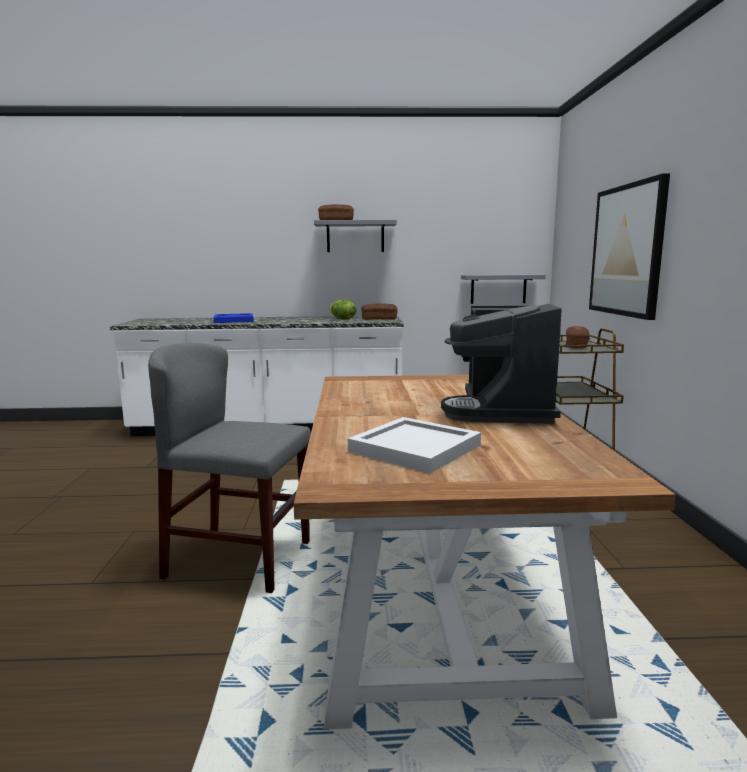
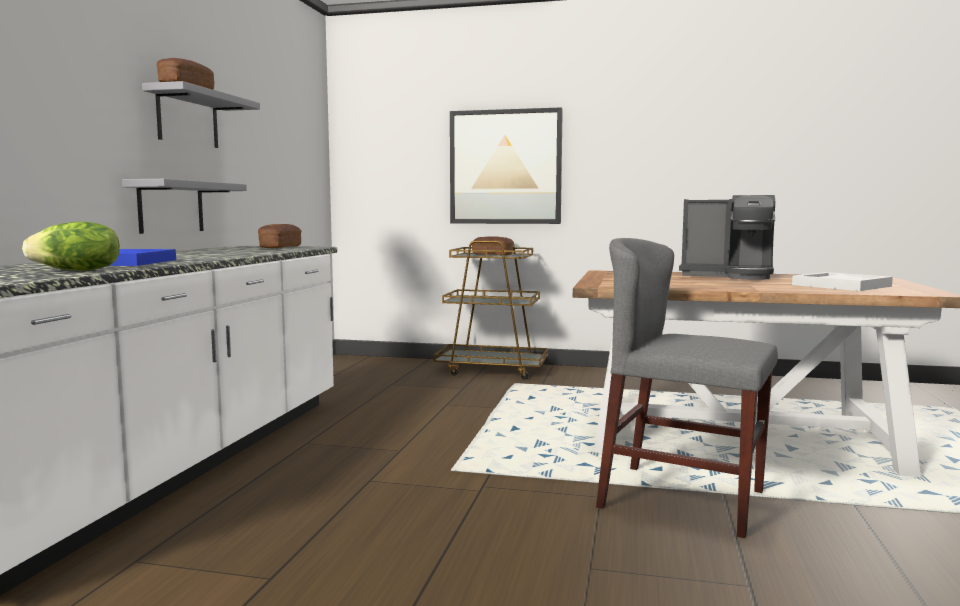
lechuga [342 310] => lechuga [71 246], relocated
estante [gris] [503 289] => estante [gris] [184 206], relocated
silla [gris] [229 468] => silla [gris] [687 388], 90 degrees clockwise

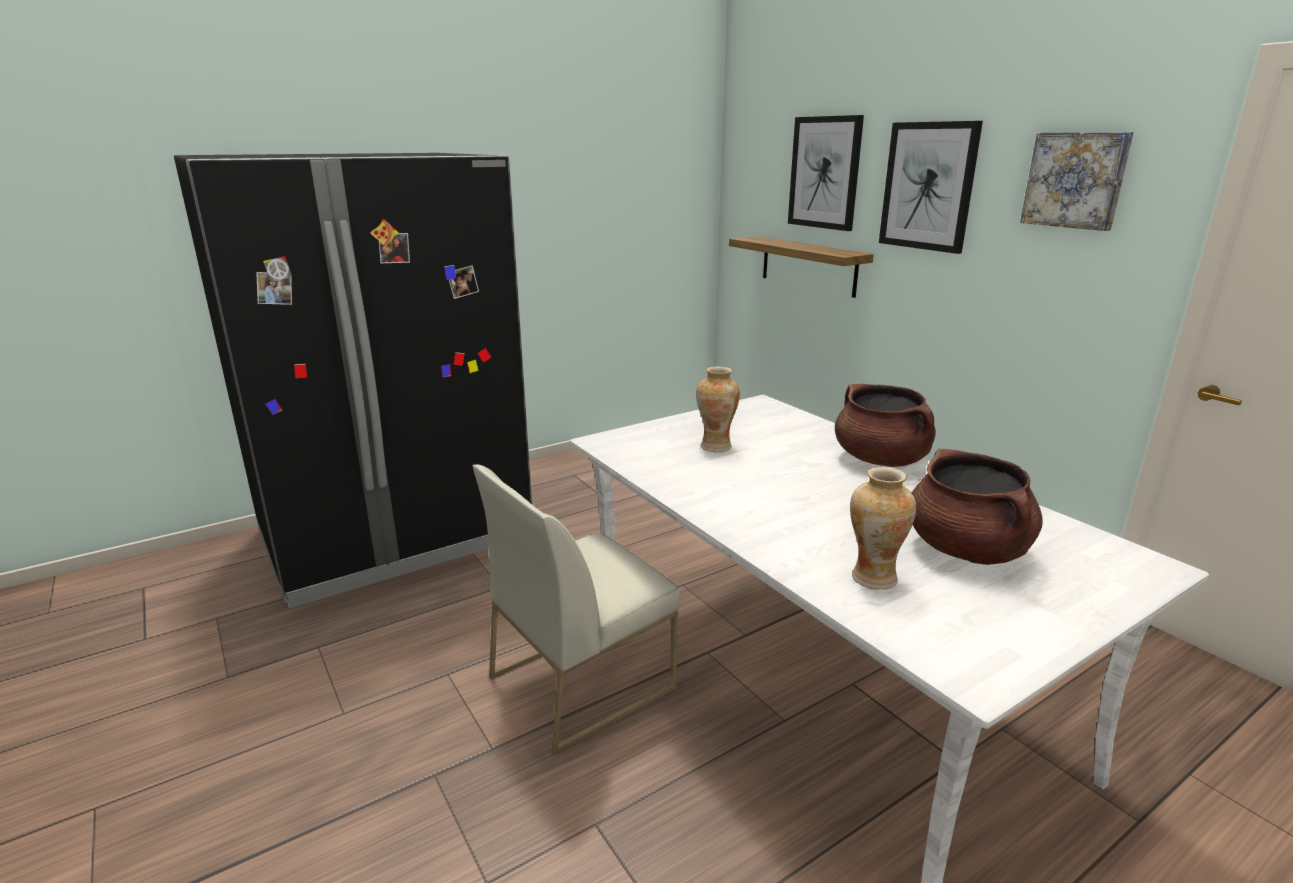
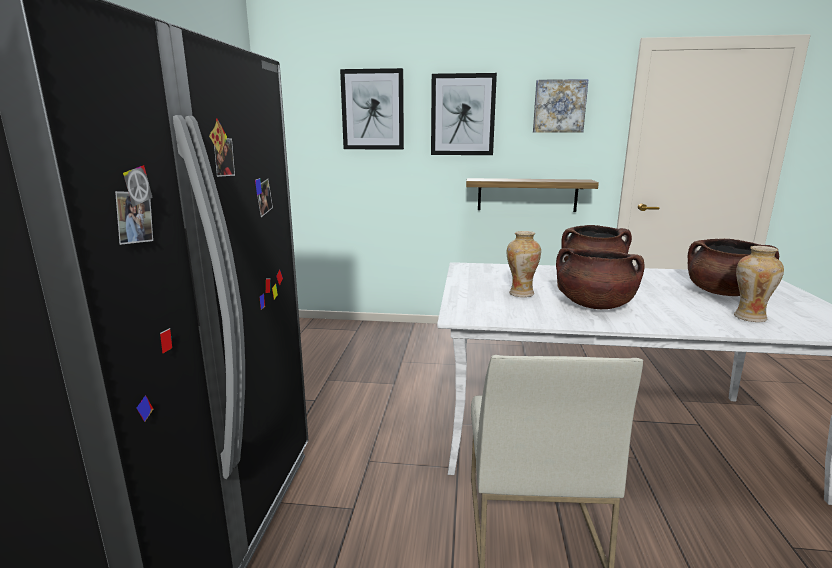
estante [801 267] => estante [532 195], relocated
nothing => olla [marrón] [600 278]

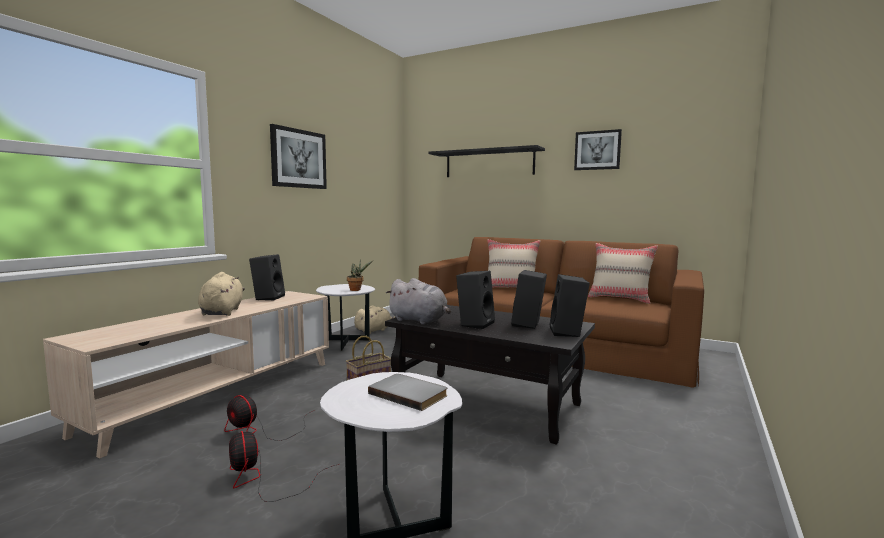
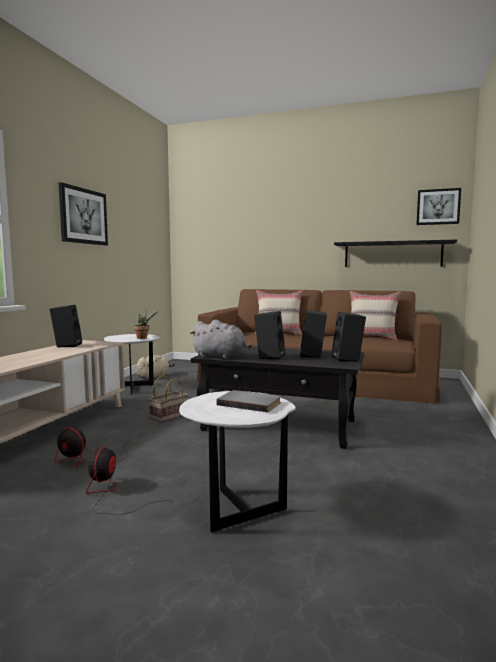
ventilador [284 466] => ventilador [122 481], 45 degrees clockwise
estante [negro] [487 161] => estante [negro] [395 253], relocated
cuadro [598 149] => cuadro [438 206], relocated
peluche [beis] [221 294] => nothing

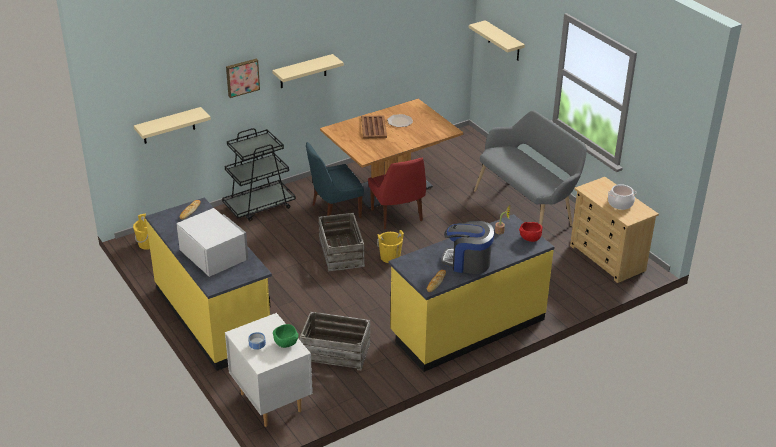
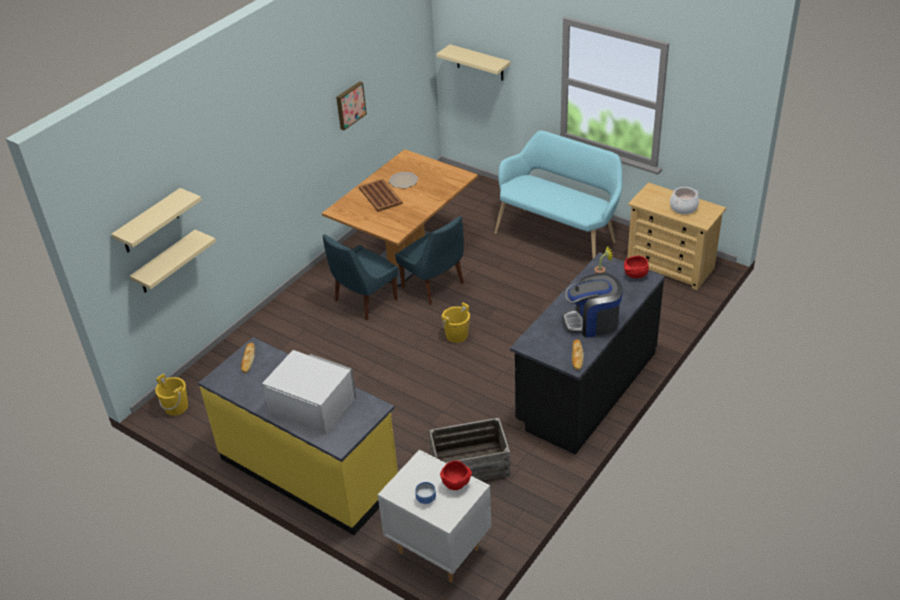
estante [beis] [308 71] => estante [beis] [156 220], relocated
cuadro [243 78] => cuadro [351 105], relocated
silla [rojo] [397 193] => silla [azul] [429 260]
cuenco [verde] [285 336] => cuenco [rojo] [456 475]
banco [gris] [530 168] => banco [turquesa] [558 194]
mueble bajo de cocina [amarillo] [471 293] => mueble bajo de cocina [negro] [587 353]
carrito [negro] [259 174] => nothing
caja de embalaje [342 242] => nothing

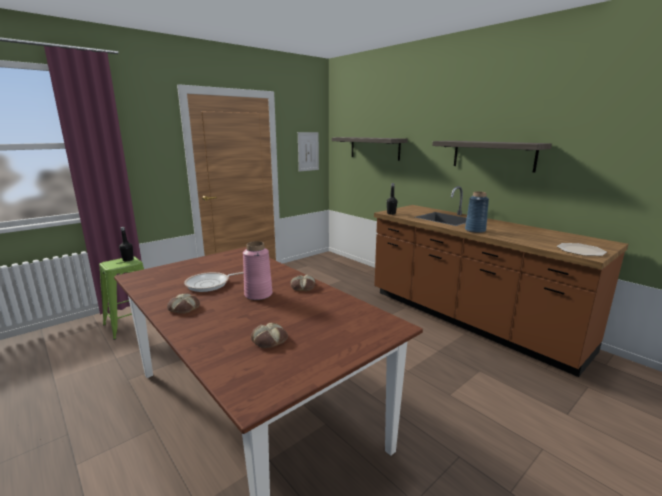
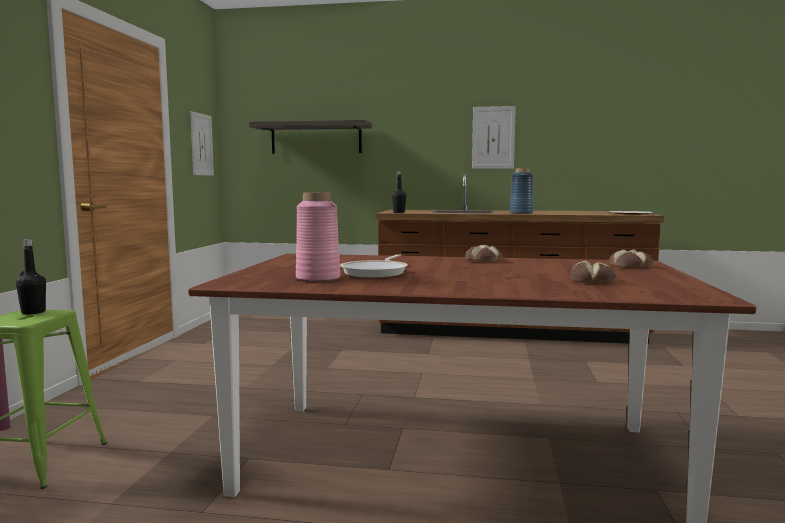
florero [rosa] [257 270] => florero [rosa] [318 237], relocated
estante [492 157] => cuadro [494 137]
pan [183 303] => pan [631 258], relocated

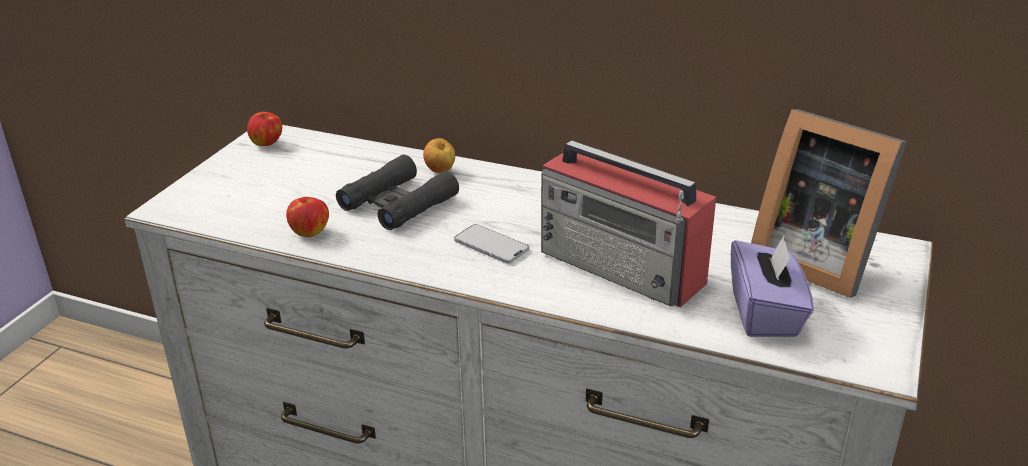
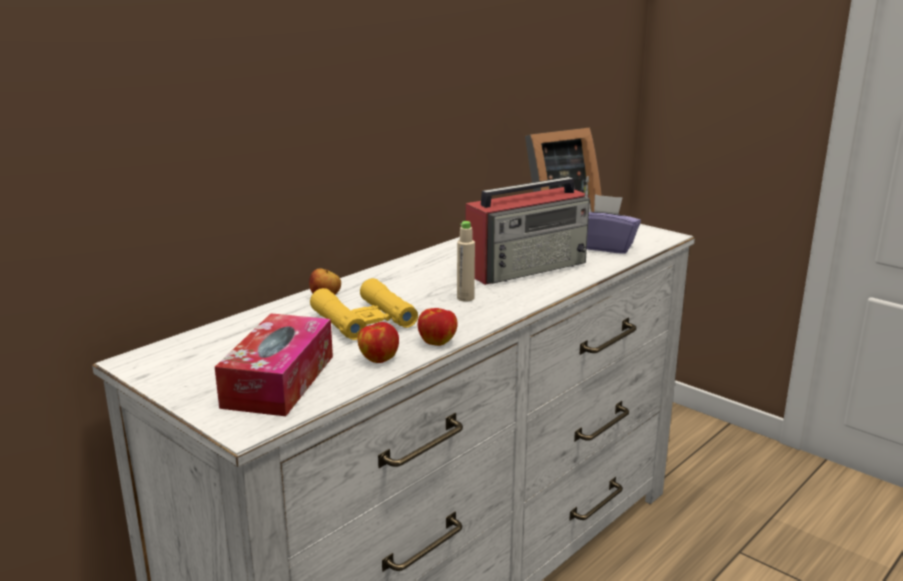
nothing => caja de pañuelos [274 364]
prismáticos [negro] [397 192] => prismáticos [amarillo] [364 309]
manzana [264 129] => manzana [438 327], relocated
móvil [491 244] => botella [beis] [466 261]

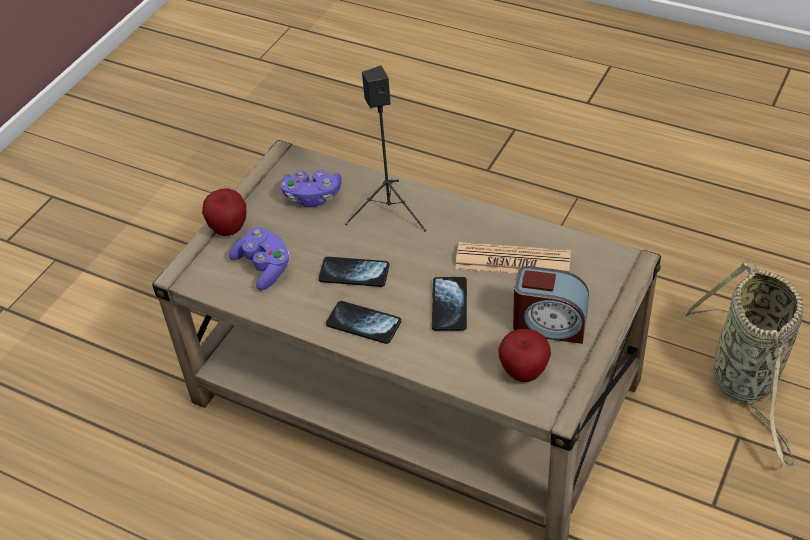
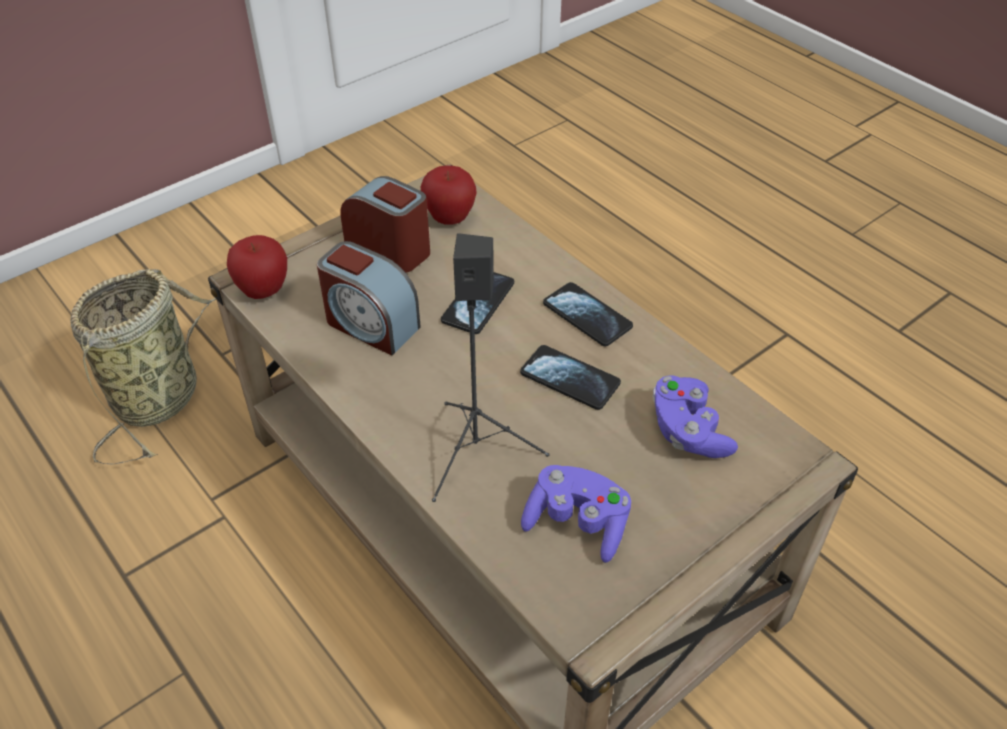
manzana [224 212] => manzana [257 267], relocated
periódico [513 258] => despertador [369 298]

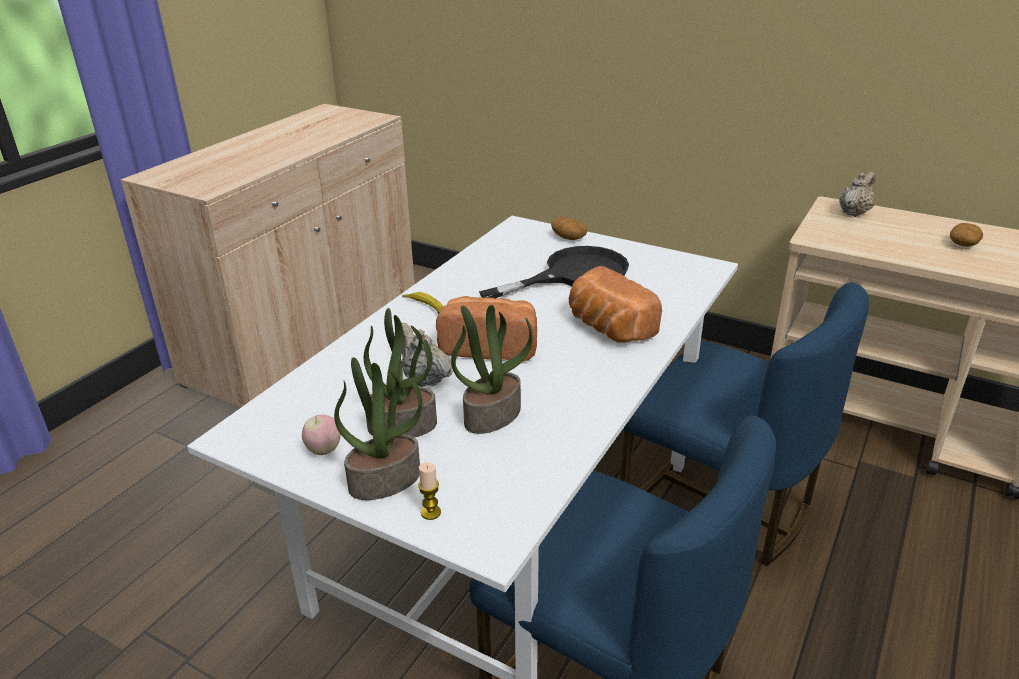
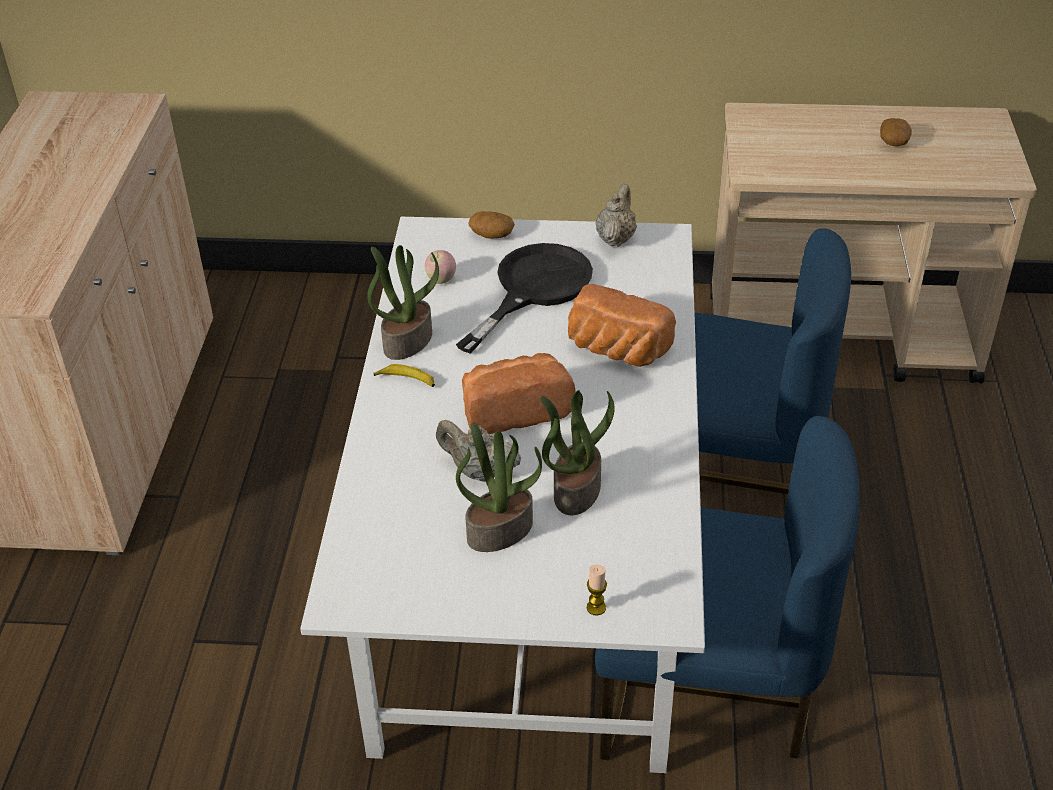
planta en maceta [378 428] => planta en maceta [403 302], relocated
manzana [321 435] => manzana [440 267], relocated
tetera [beis] [857 194] => tetera [beis] [616 215], relocated

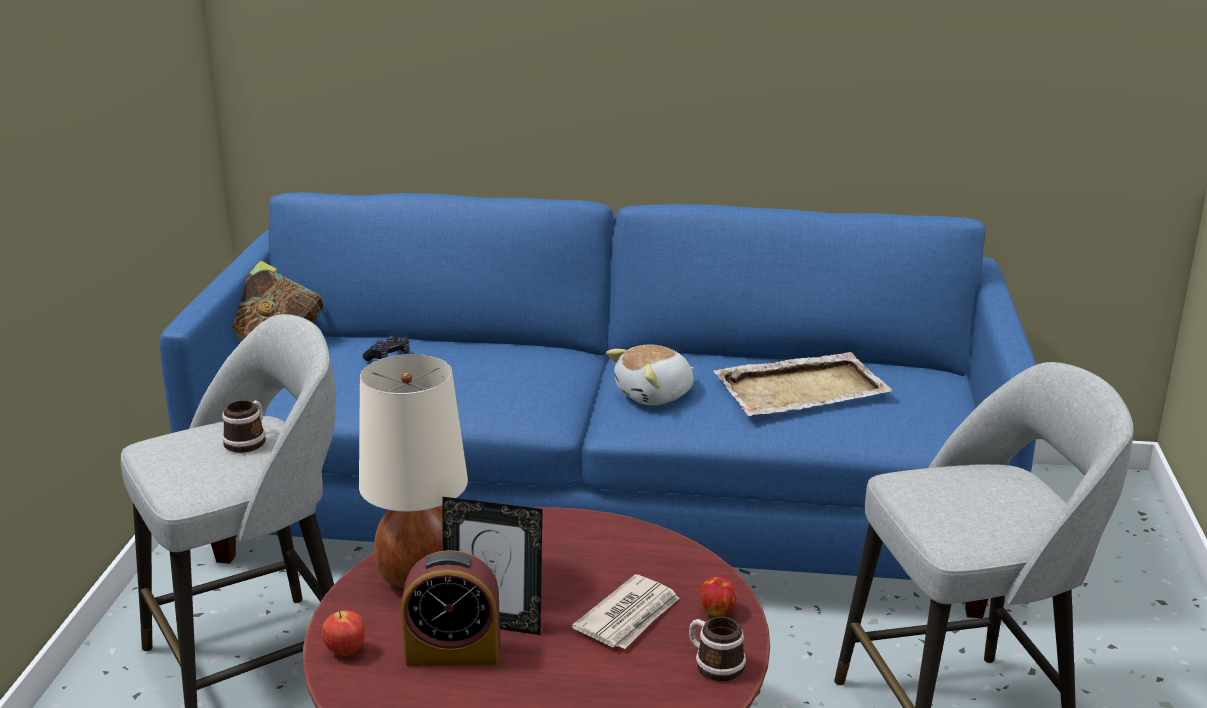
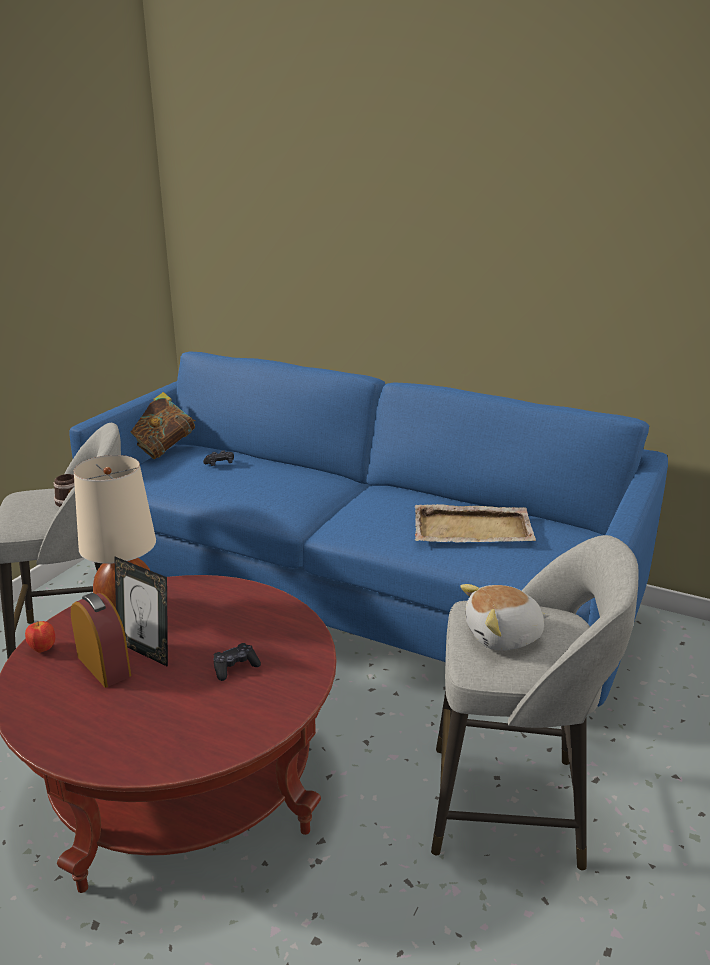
despertador [451 608] => despertador [101 640], 150 degrees counterclockwise
periódico [626 611] => mando de consola [negro] [237 662]
peluche [650 374] => peluche [504 617], relocated
taza grande [717 649] => nothing
manzana [718 596] => nothing

